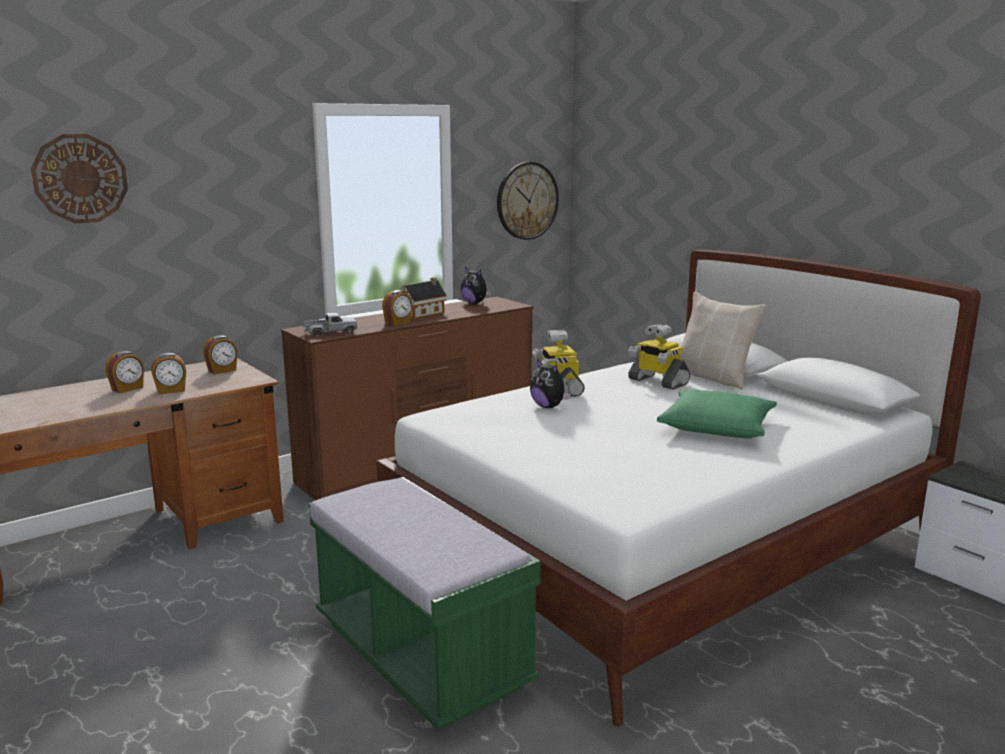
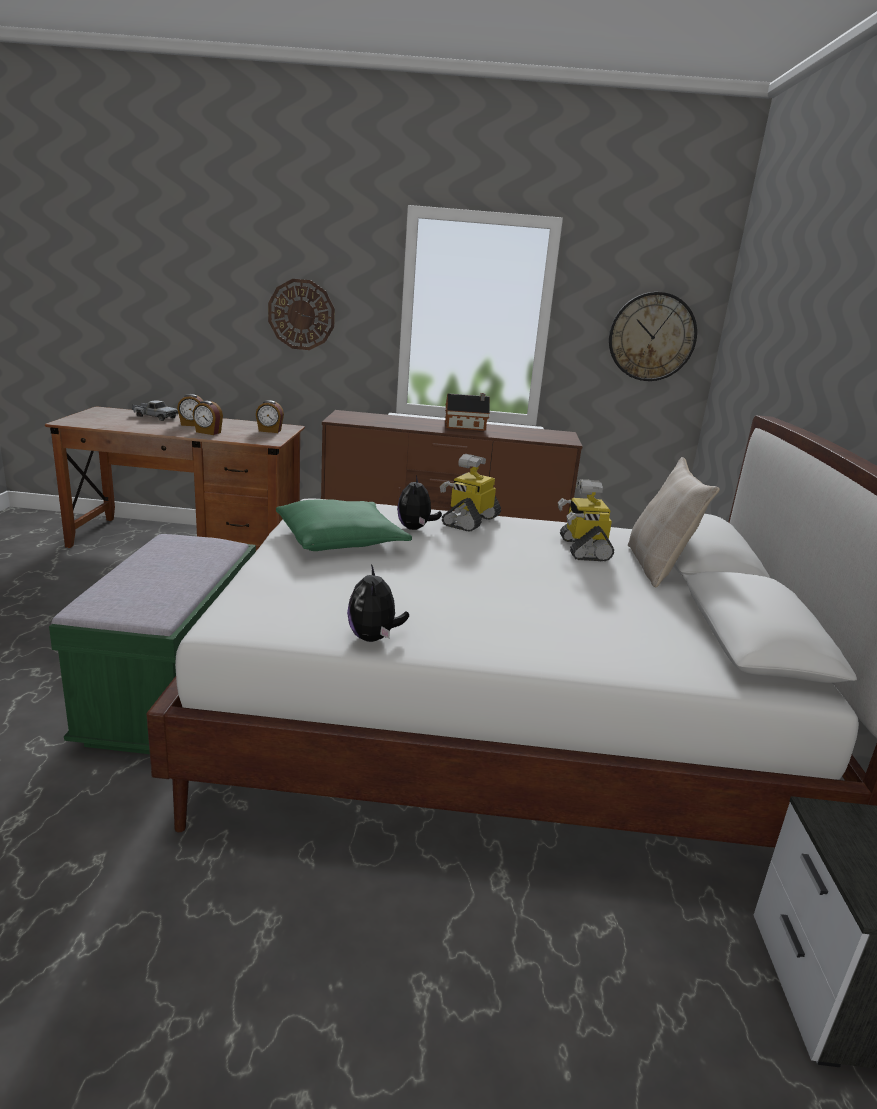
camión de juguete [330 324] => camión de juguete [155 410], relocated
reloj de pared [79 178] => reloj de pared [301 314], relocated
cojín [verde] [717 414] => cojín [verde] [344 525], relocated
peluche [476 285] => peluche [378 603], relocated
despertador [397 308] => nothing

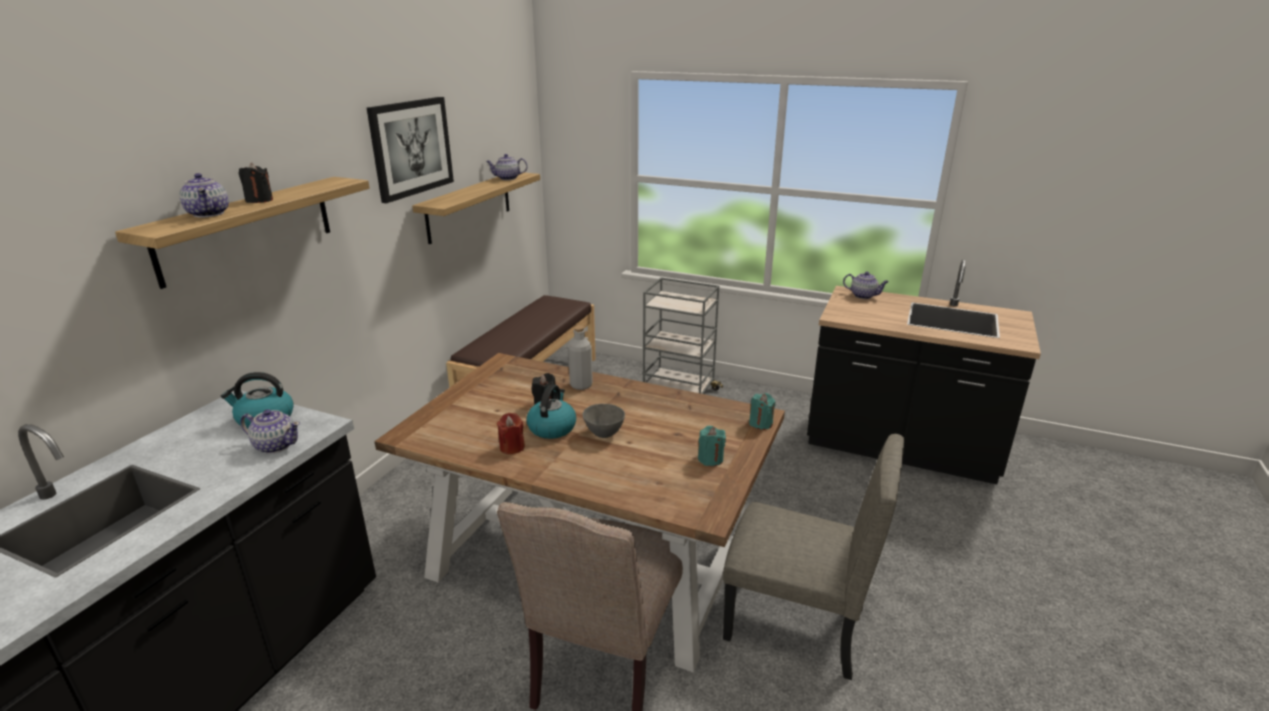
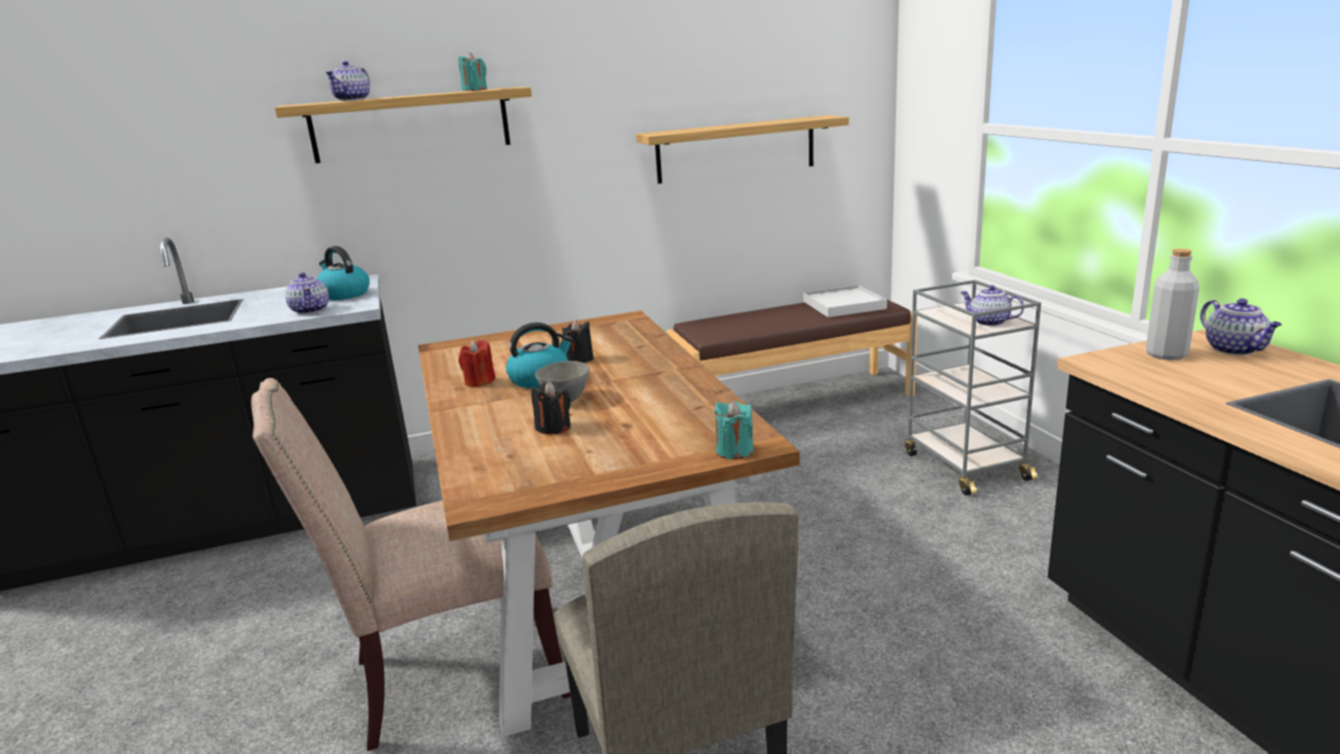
vela [turquesa] [712 446] => vela [turquesa] [473 72], relocated
vela [negro] [256 183] => vela [negro] [551 407], relocated
nothing => bandeja [blanco] [845 301]
tetera [507 167] => tetera [992 305], relocated
botella [gris] [580 358] => botella [gris] [1173 304], relocated
cuadro [410 150] => nothing

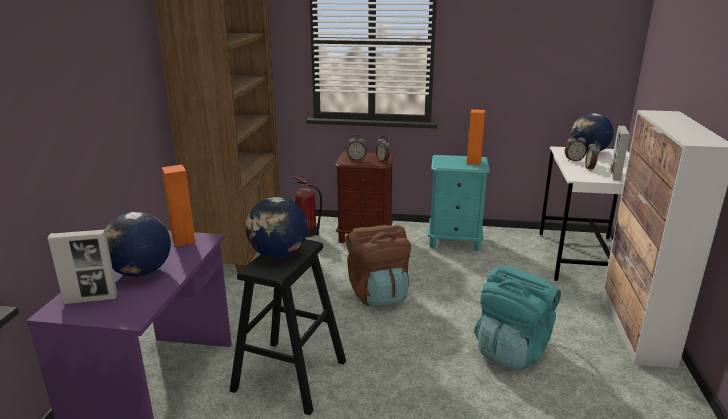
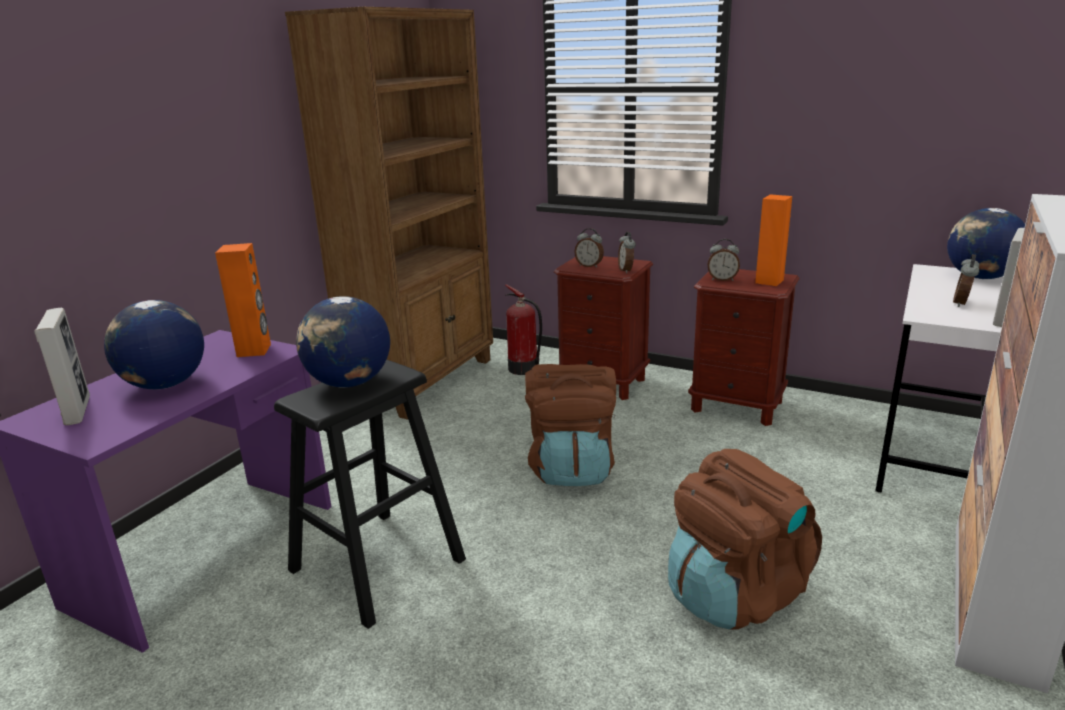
portarretratos [82 266] => portarretratos [62 366], 120 degrees counterclockwise
mochila [turquesa] [517 317] => mochila [marrón] [745 539]
mesita de noche [turquesa] [459 203] => mesita de noche [marrón] [744 347]
despertador [576 147] => despertador [724 260], relocated

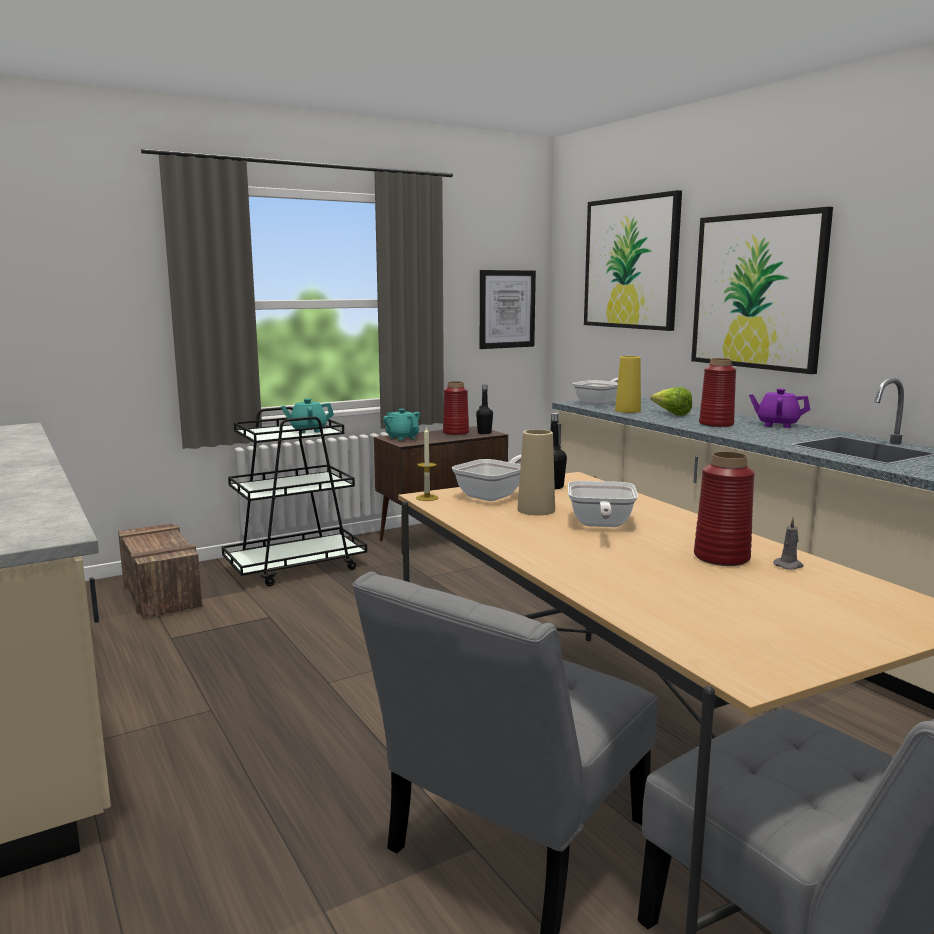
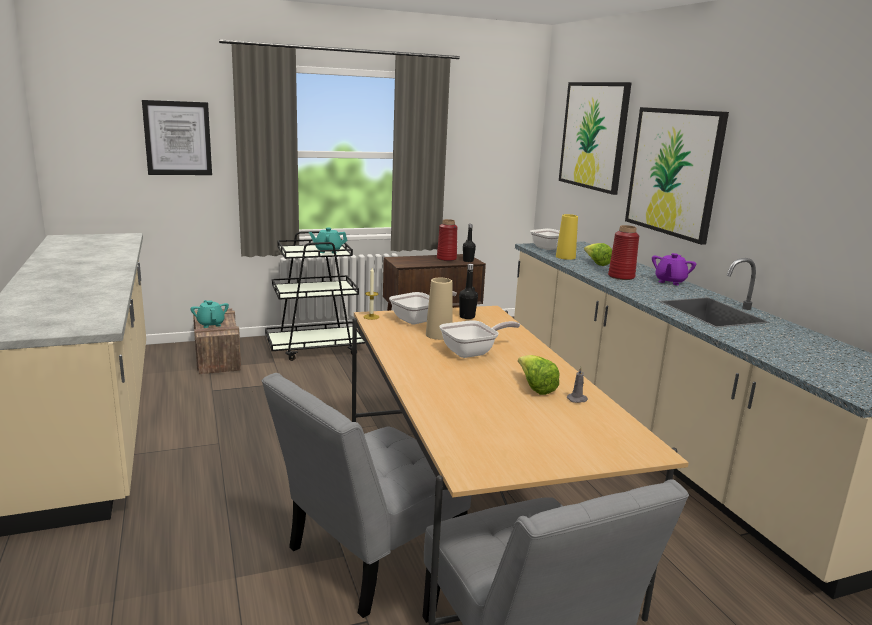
cuadro [508 309] => cuadro [177 137], relocated
tetera [turquesa] [401 425] => tetera [turquesa] [209 314], relocated
sartén [603 504] => sartén [479 339], 135 degrees counterclockwise
florero [rojo] [724 509] => lechuga [539 375]
tetera [morado] [779 408] => tetera [morado] [674 269], 90 degrees counterclockwise

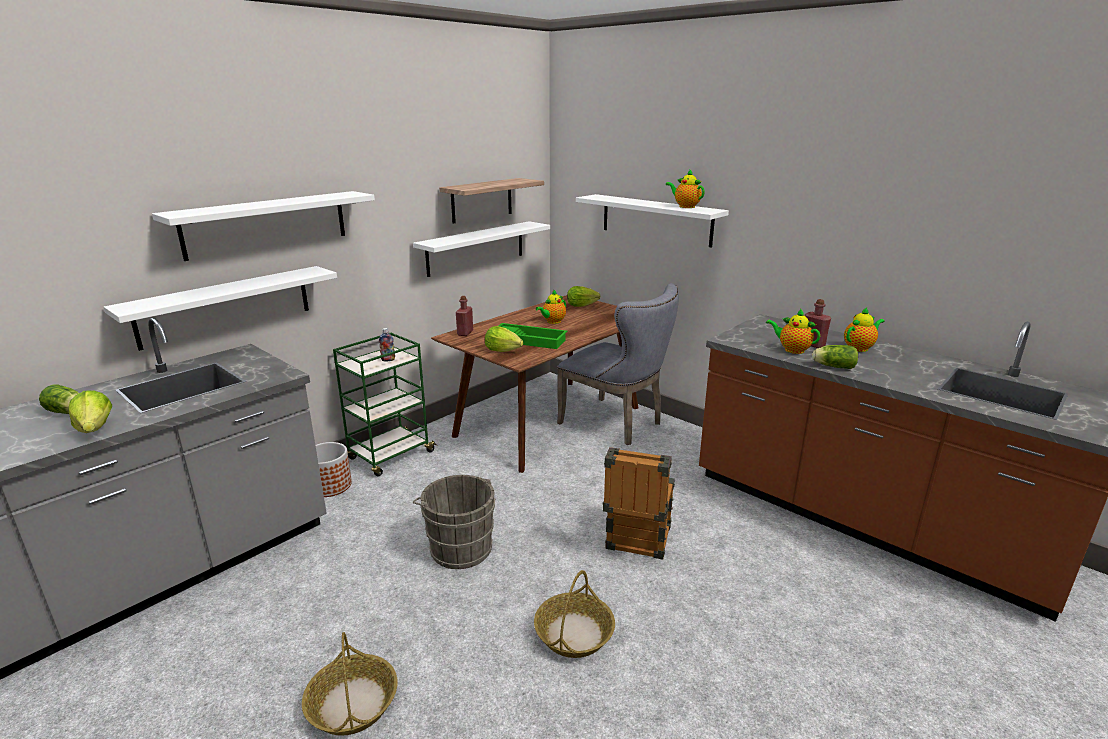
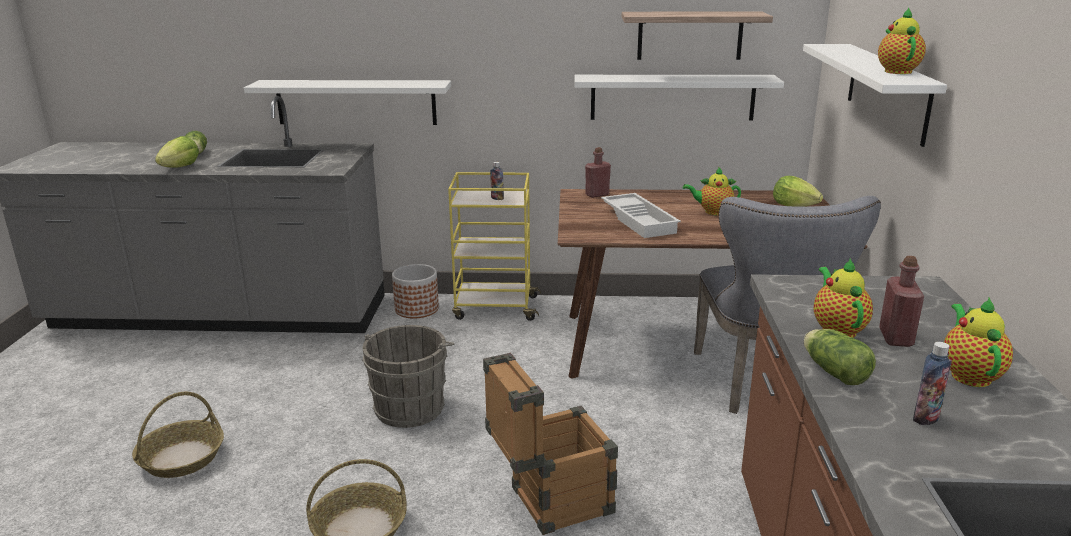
carrito [verde] [385 404] => carrito [amarillo] [494 246]
bandeja [verde] [533 336] => bandeja [blanco] [641 215]
nothing => botella [932 383]
tetera [864 329] => tetera [978 342], 105 degrees counterclockwise
estante [blanco] [263 226] => nothing
lechuga [504 339] => nothing

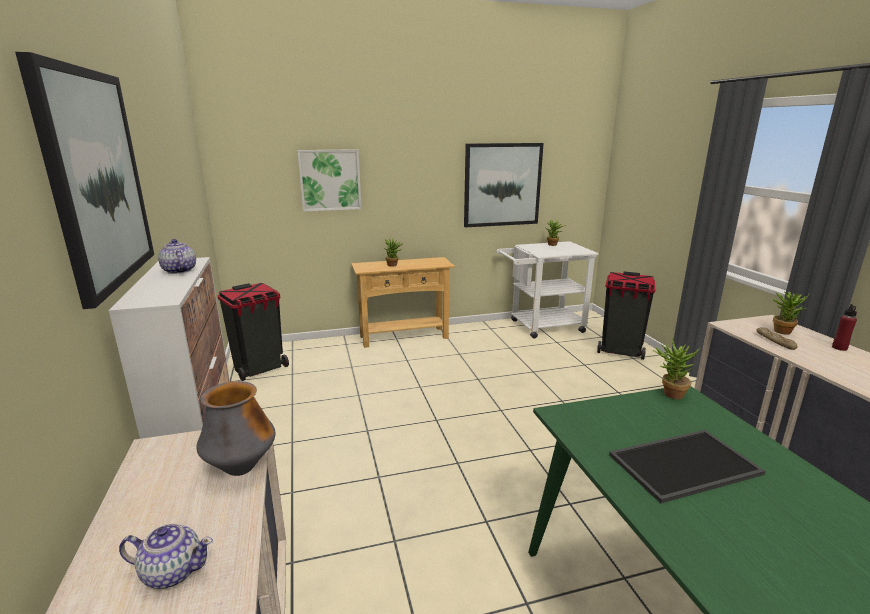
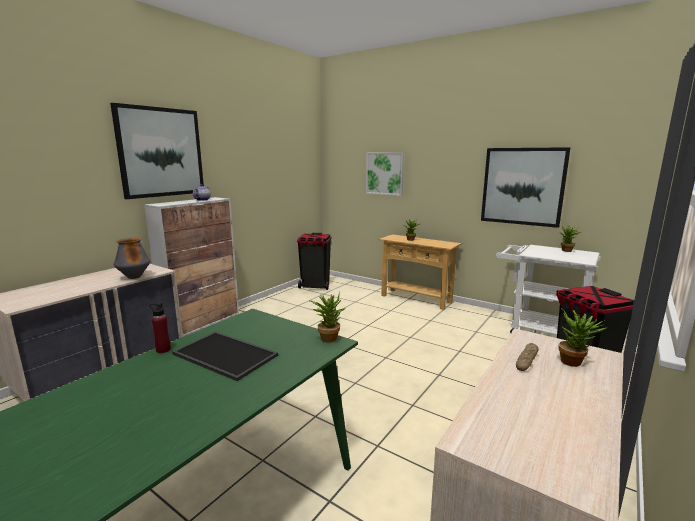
botella [rojo] [844 327] => botella [rojo] [160 328], relocated
tetera [166 556] => nothing

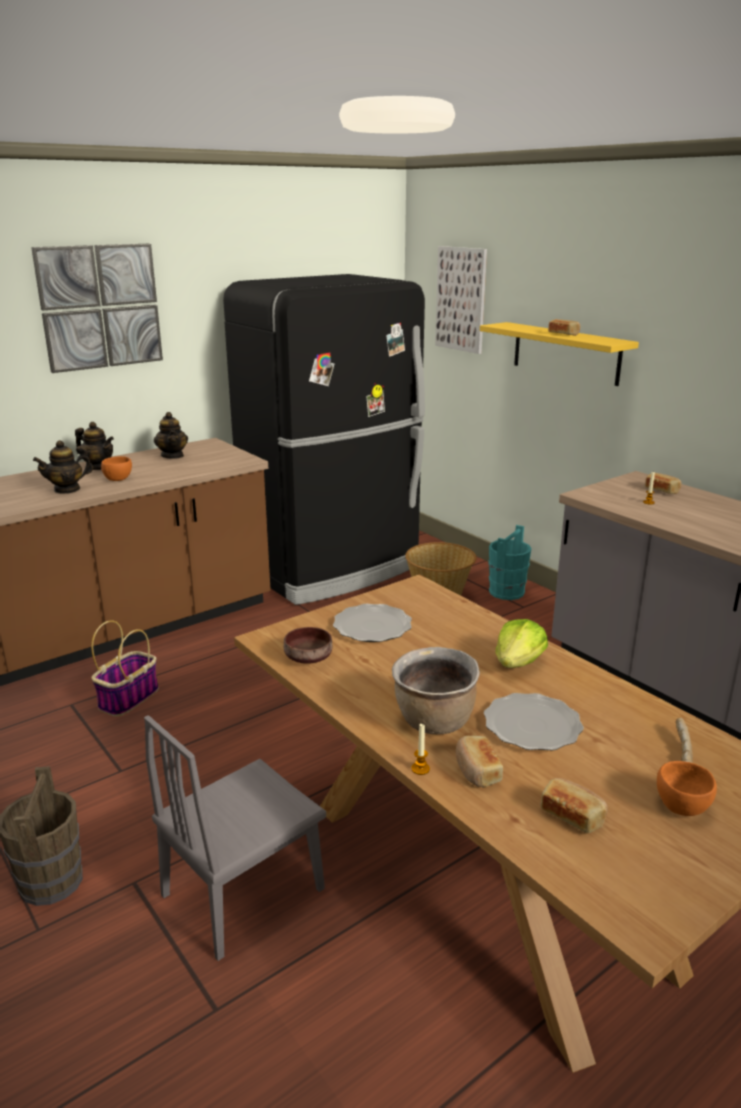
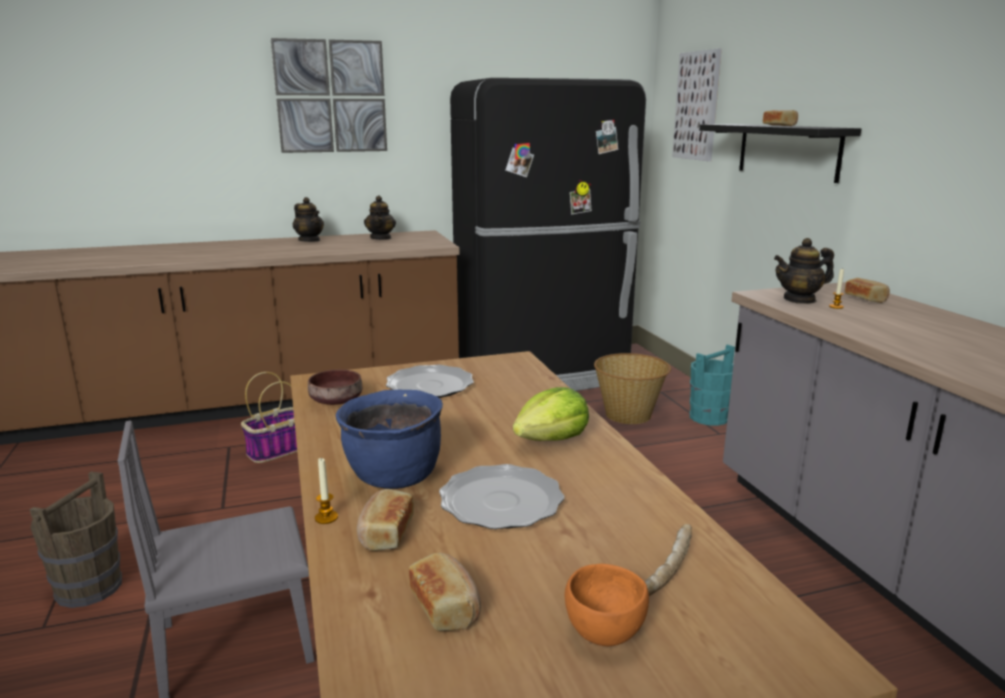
olla [marrón] [436 690] => olla [azul] [389 439]
estante [amarillo] [559 354] => estante [negro] [780 153]
tetera [63 467] => tetera [804 271], relocated
cuenco [naranja] [116 468] => nothing

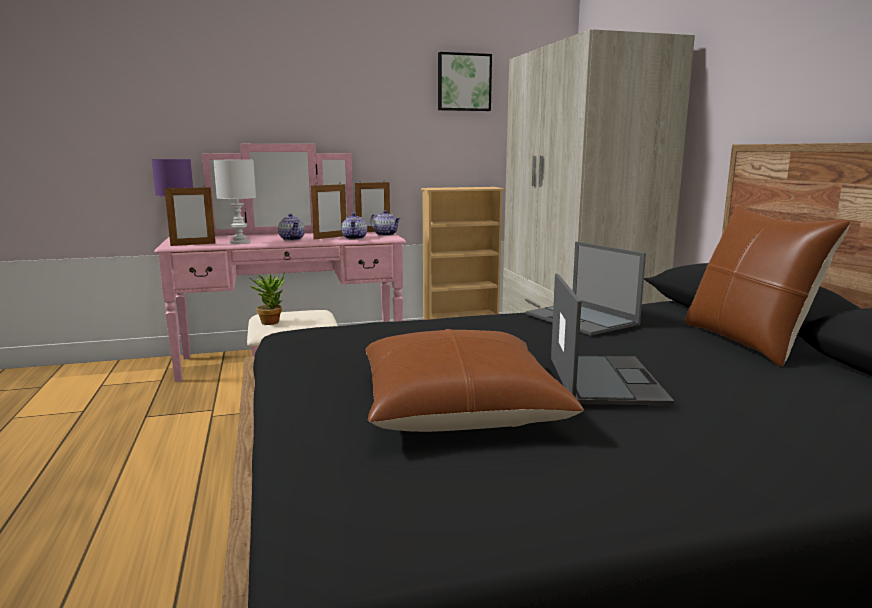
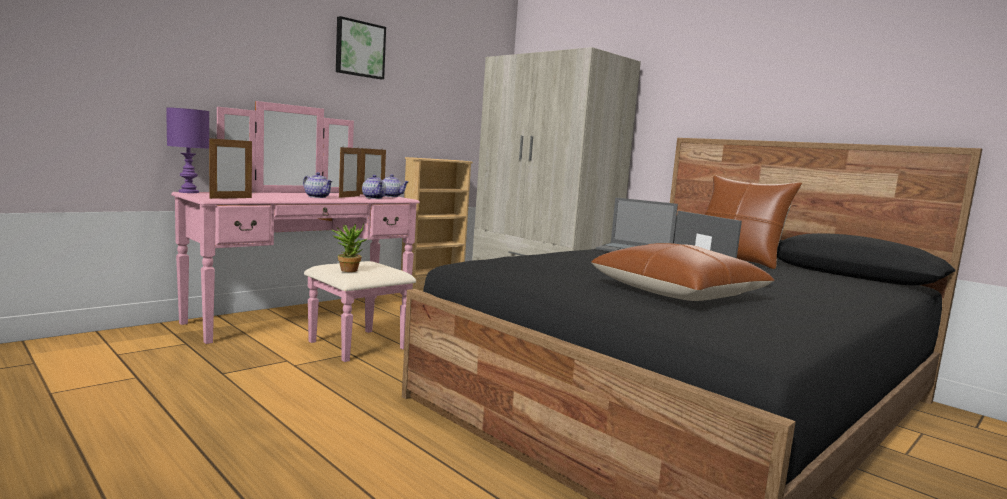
cuadro [465 81] => cuadro [361 47], relocated
lámpara de mesa [blanco] [235 202] => nothing

